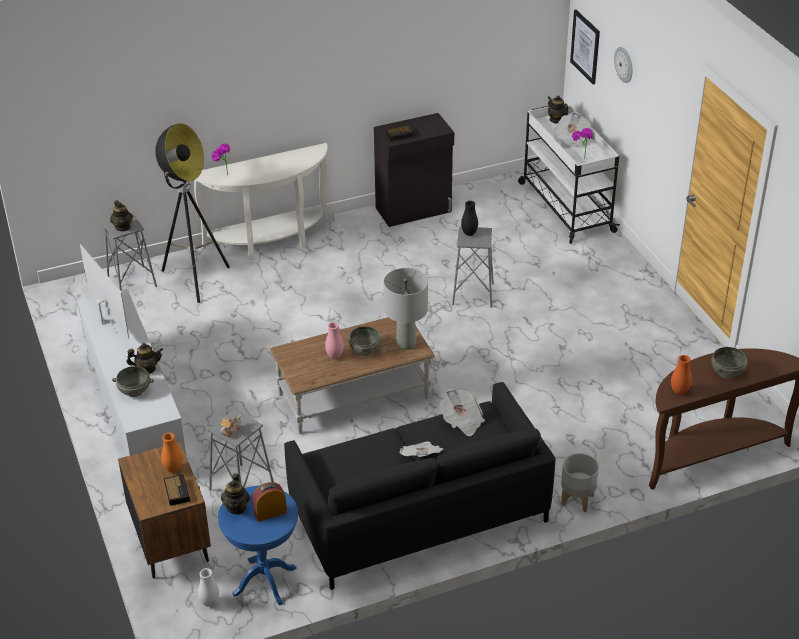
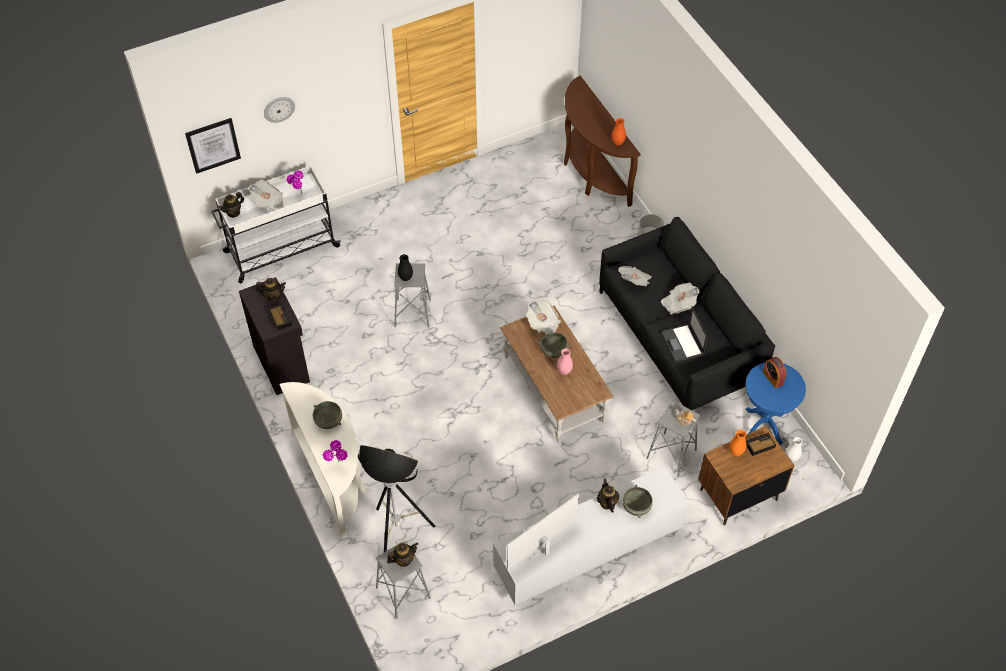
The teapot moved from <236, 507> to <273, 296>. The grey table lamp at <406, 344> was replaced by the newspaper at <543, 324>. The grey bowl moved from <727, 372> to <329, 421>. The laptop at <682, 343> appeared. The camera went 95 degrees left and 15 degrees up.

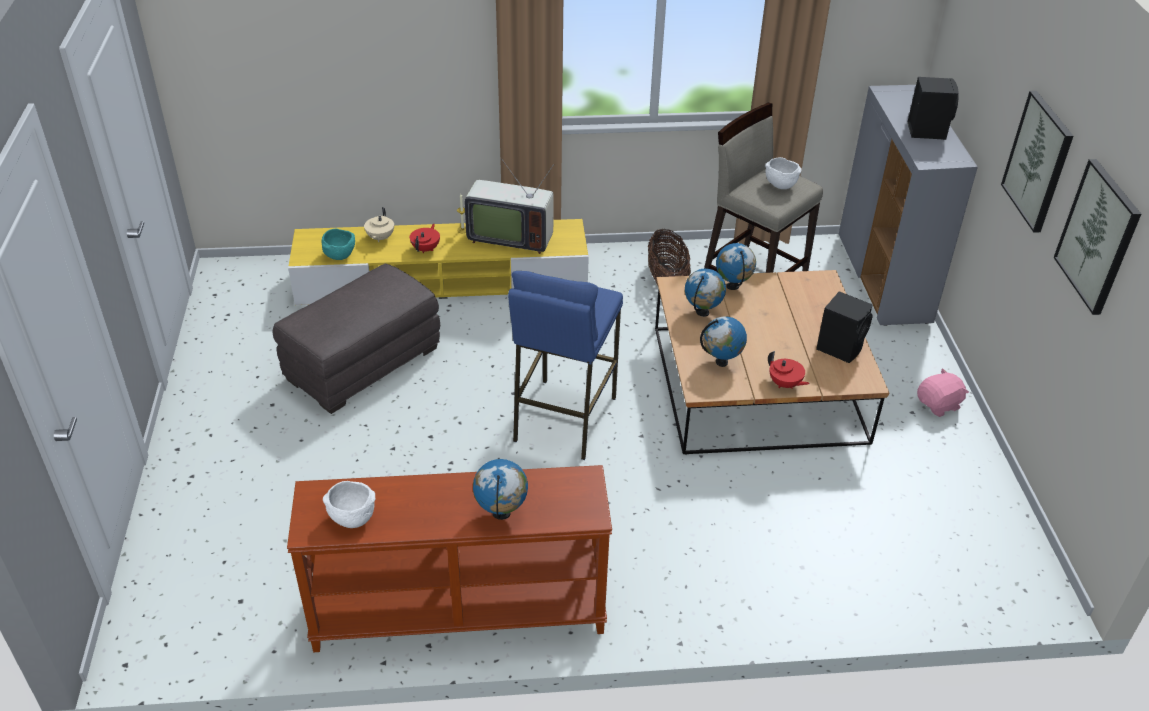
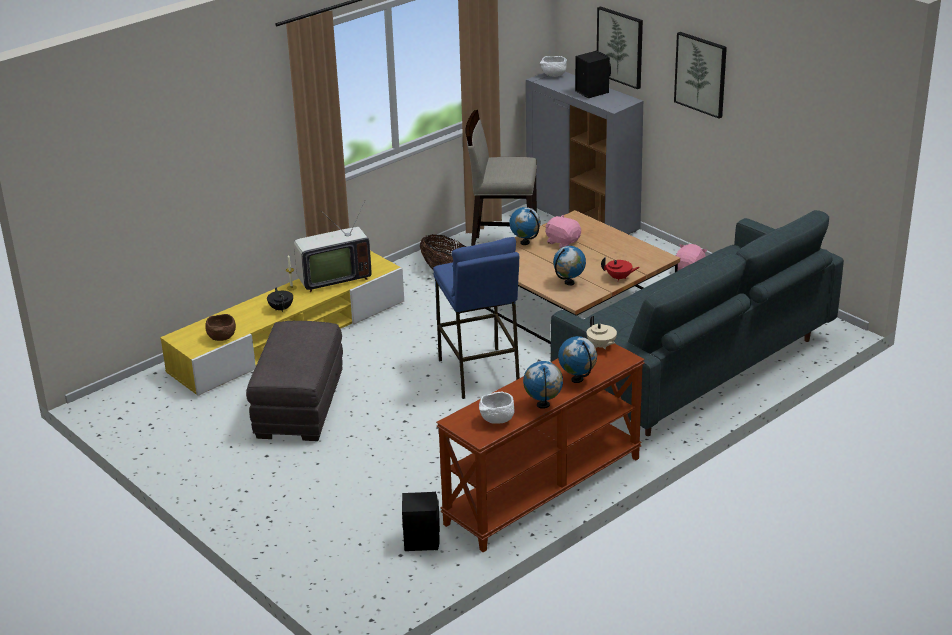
The turquoise bowl at <340, 255> became the brown bowl at <222, 337>. The beige teapot moved from <380, 238> to <601, 346>. The red teapot at <426, 249> became the black teapot at <281, 308>. The globe moved from <702, 313> to <543, 405>. The white bowl moved from <779, 185> to <553, 75>. The black speaker moved from <840, 347> to <421, 540>. The picture moved from <1098, 237> to <620, 47>. The pink plush toy at <562, 242> appeared. The grey sofa at <696, 367> appeared. The camera went 35 degrees left and 10 degrees down.

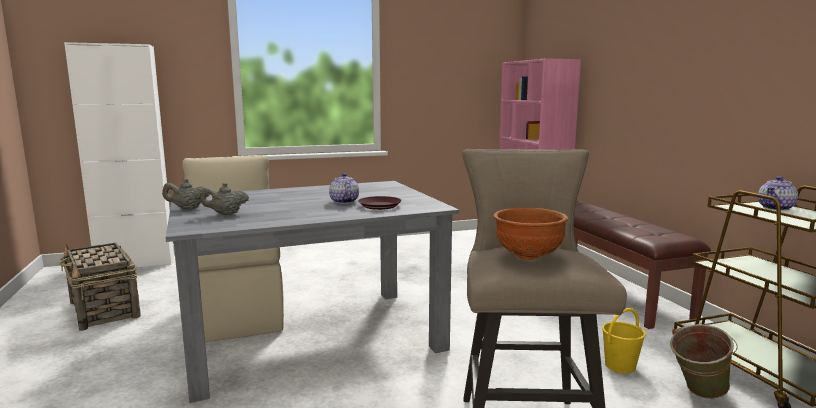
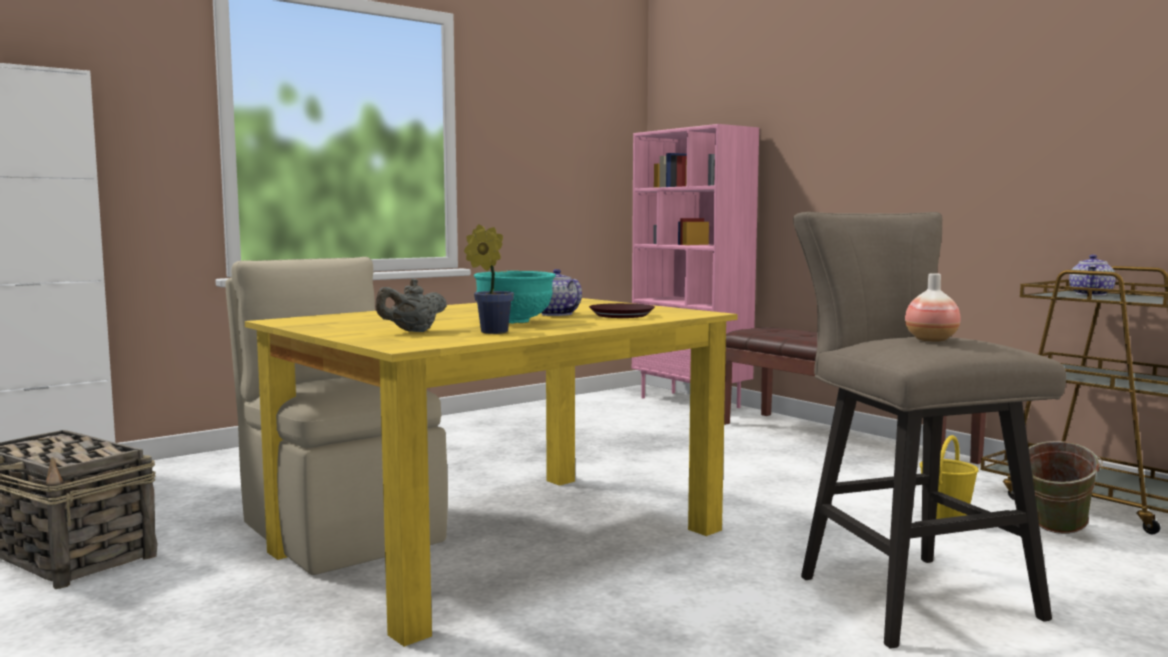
The grey teapot at <187, 209> disappeared. The grey dining table at <311, 337> became the yellow dining table at <501, 542>. The brown bowl at <527, 256> was replaced by the vase at <931, 340>. The potted plant at <490, 332> appeared. The turquoise bowl at <515, 322> appeared. The camera went 20 degrees left and 5 degrees down.

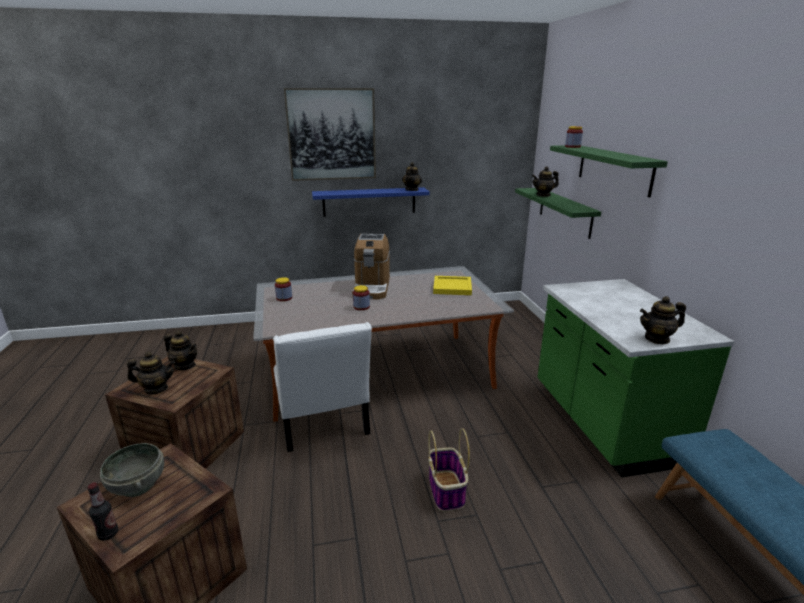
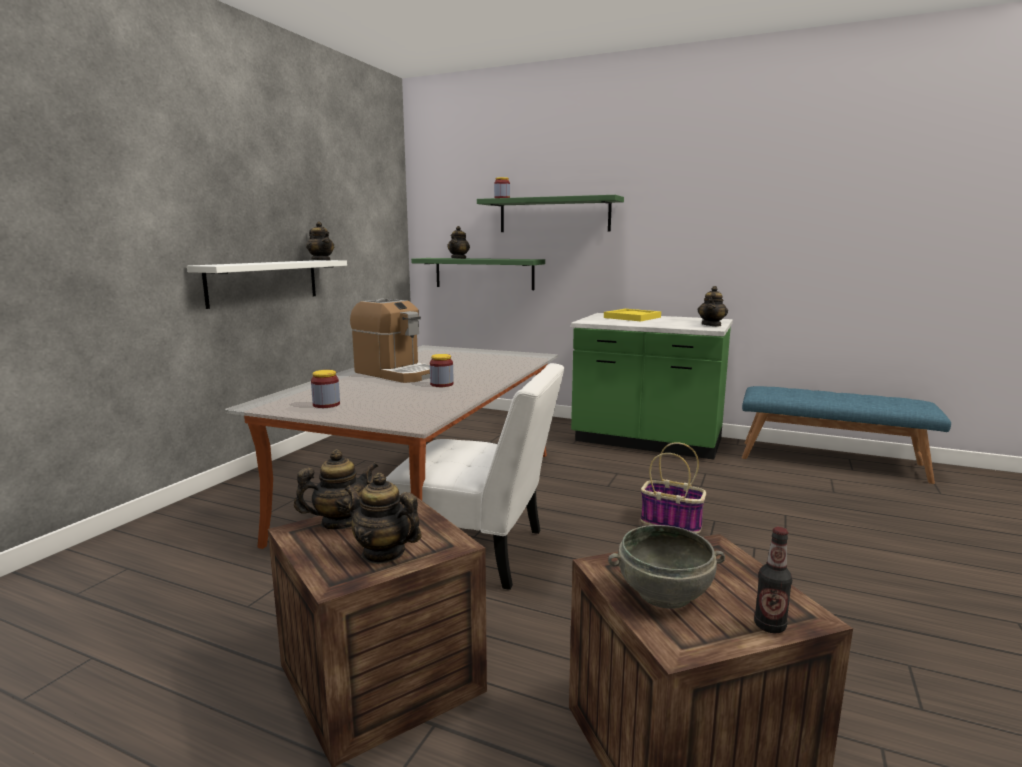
The teapot at <156, 389> turned 90 degrees counterclockwise. The picture at <331, 135> disappeared. The blue shelf at <369, 202> became the white shelf at <264, 282>. The yellow tray moved from <451, 287> to <632, 317>. The camera went 55 degrees left and 10 degrees down.

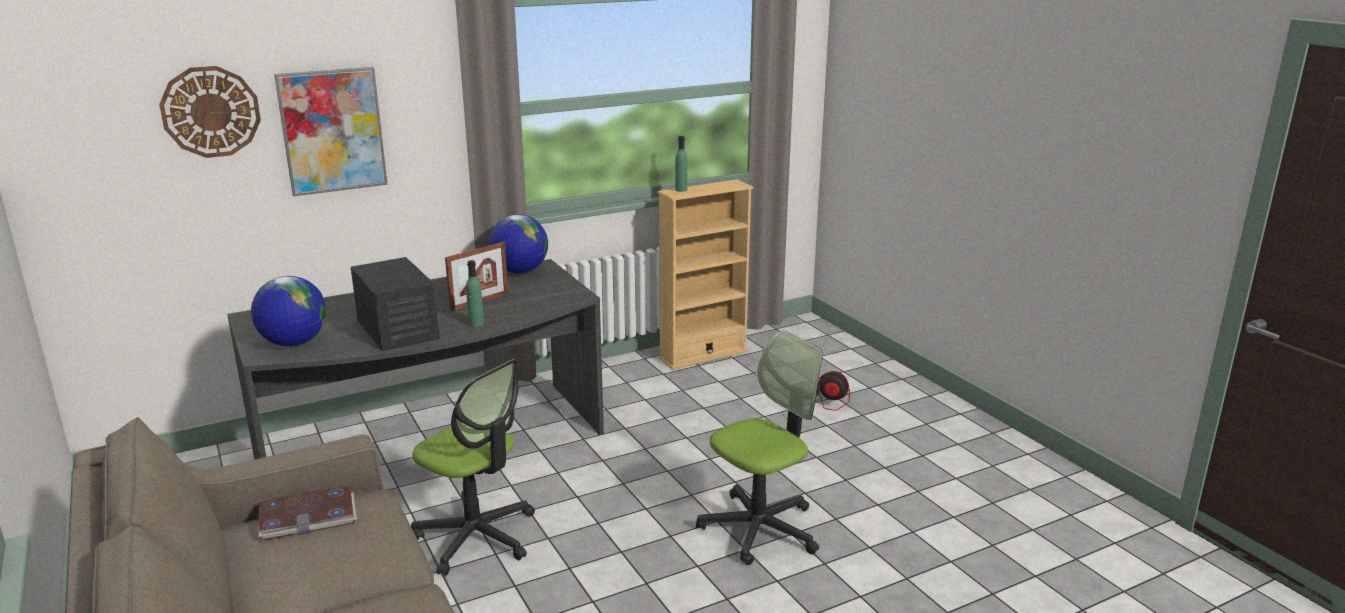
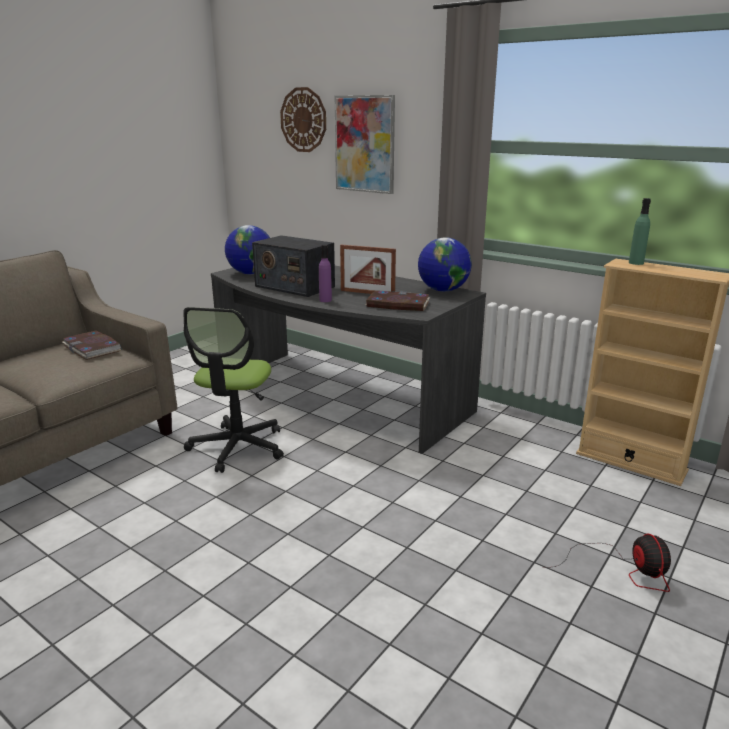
The radio at <398, 329> turned 90 degrees clockwise. The green bottle at <476, 324> became the purple bottle at <325, 300>. The office chair at <760, 528> disappeared. The book at <397, 304> appeared. The camera went 65 degrees right and 0 degrees up.

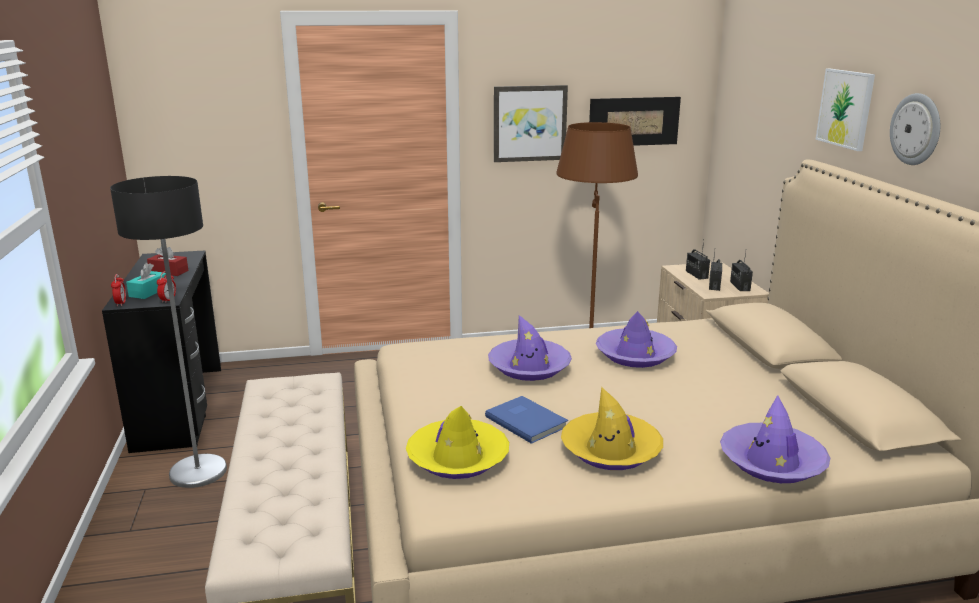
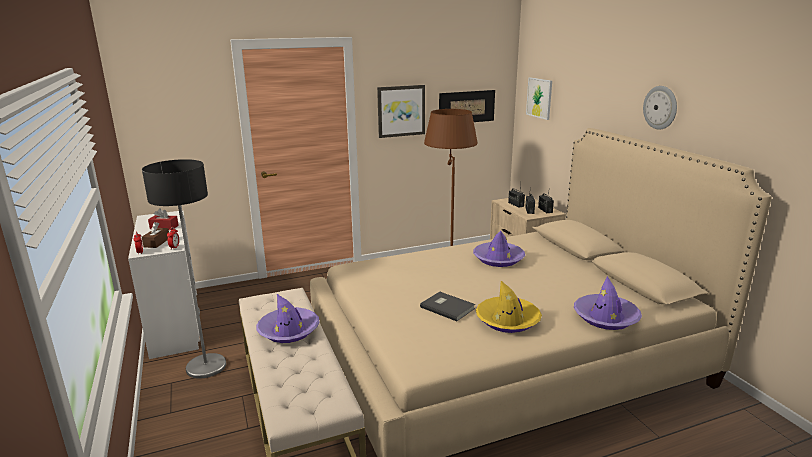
The black desk at <178, 407> became the white desk at <175, 323>. The turquoise tissue box at <149, 292> became the brown tissue box at <157, 242>. The yellow hat at <457, 458> disappeared. The blue book at <526, 420> became the grey book at <447, 307>. The purple hat moved from <529, 367> to <289, 330>. The picture moved from <845, 108> to <539, 98>. The camera went 10 degrees left and 0 degrees up.

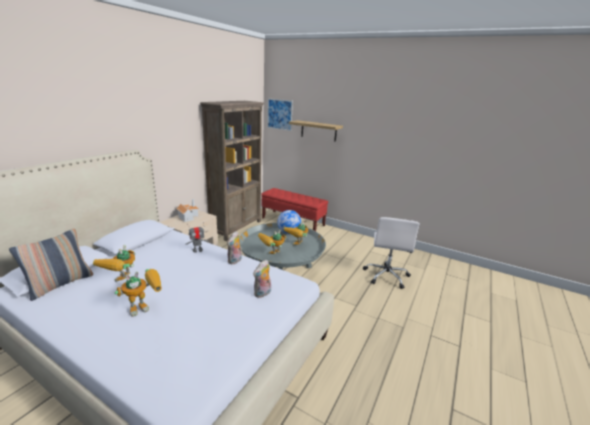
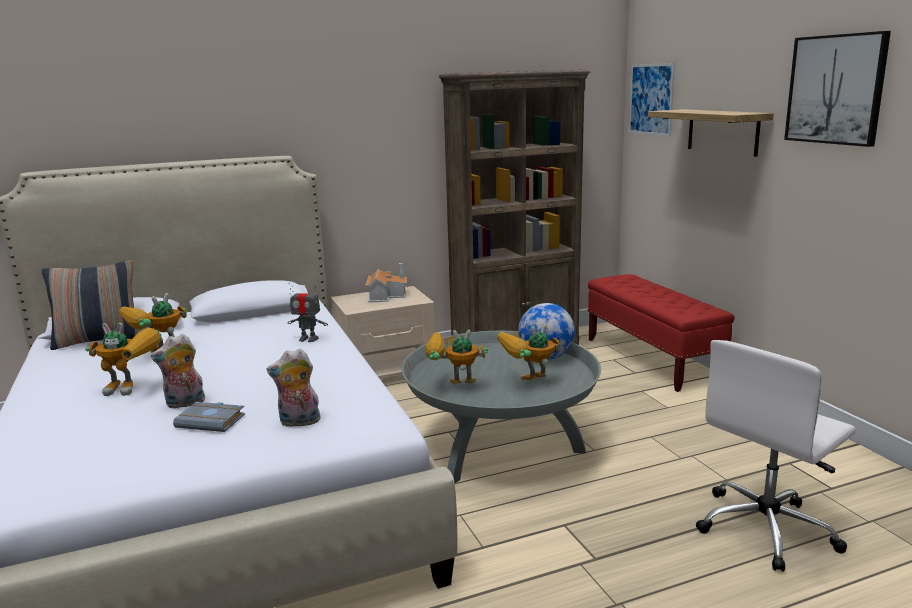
The plush toy moved from <235, 261> to <185, 404>. The grey book at <212, 421> appeared. The picture at <835, 89> appeared. The camera went 40 degrees right and 5 degrees down.

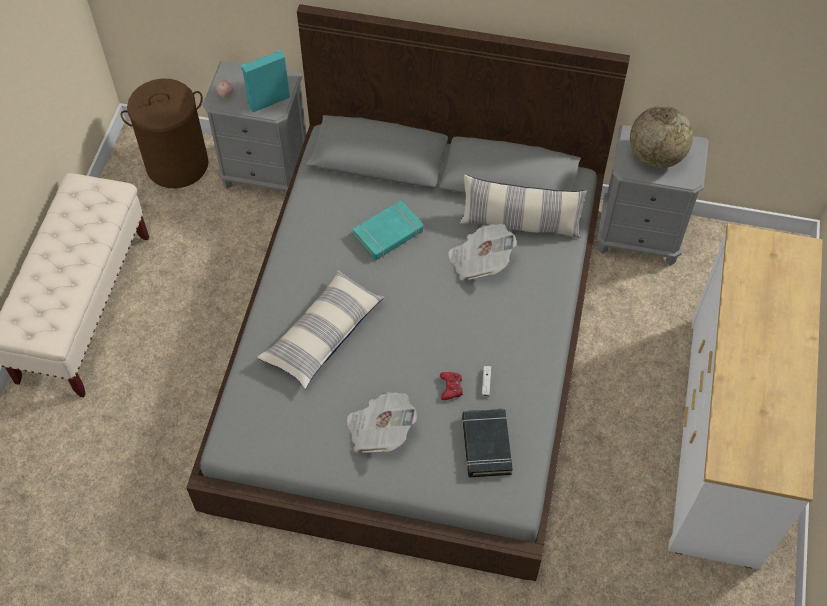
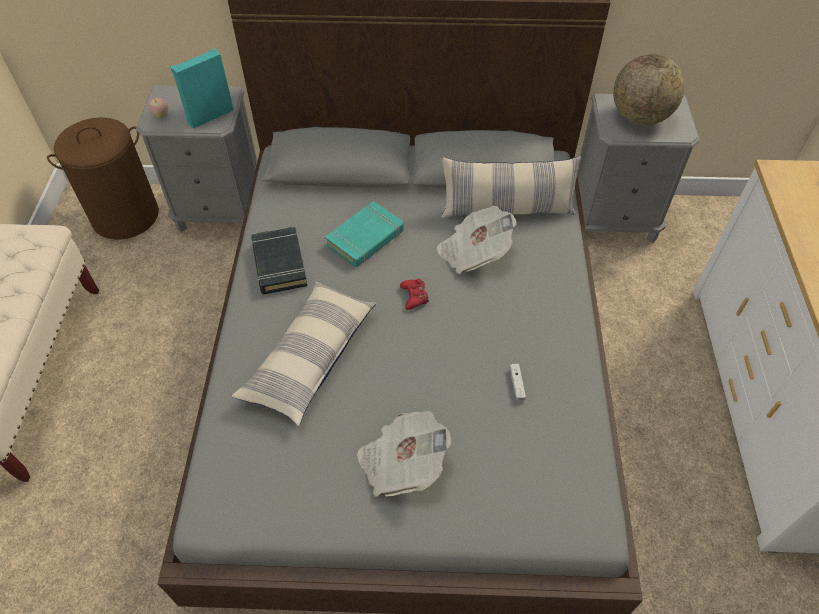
The red game controller moved from <451, 387> to <414, 296>. The black book moved from <486, 445> to <279, 264>. The camera went 10 degrees left and 5 degrees down.

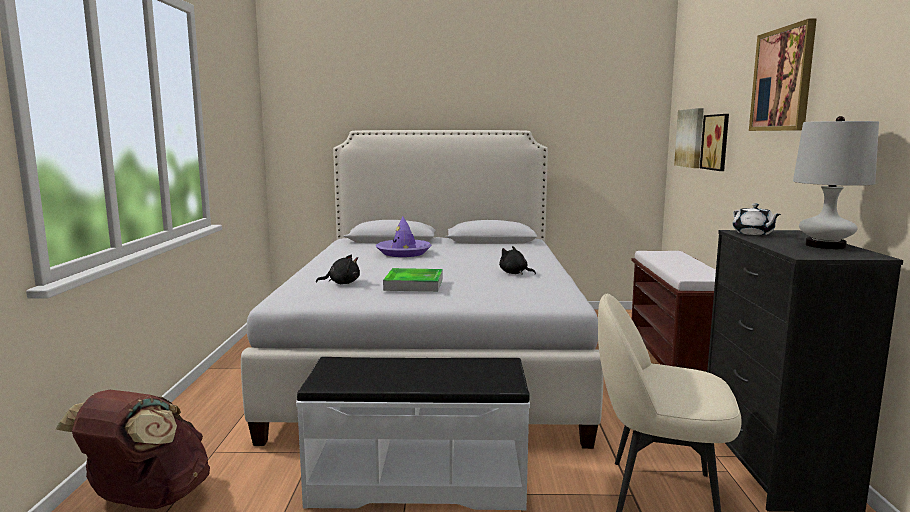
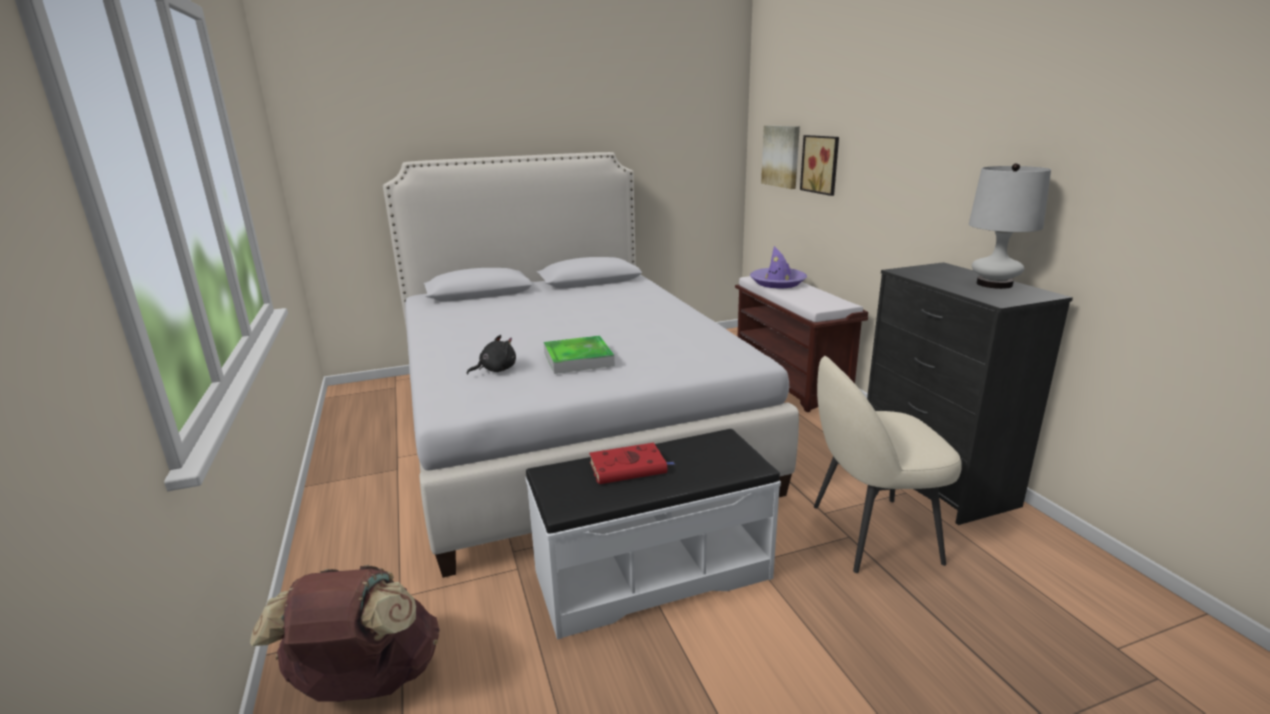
The purple hat moved from <404, 253> to <778, 283>. The black plush toy at <514, 273> disappeared. The white teapot at <753, 233> disappeared. The picture at <783, 80> disappeared. The red book at <630, 468> appeared. The camera went 20 degrees left and 10 degrees up.

